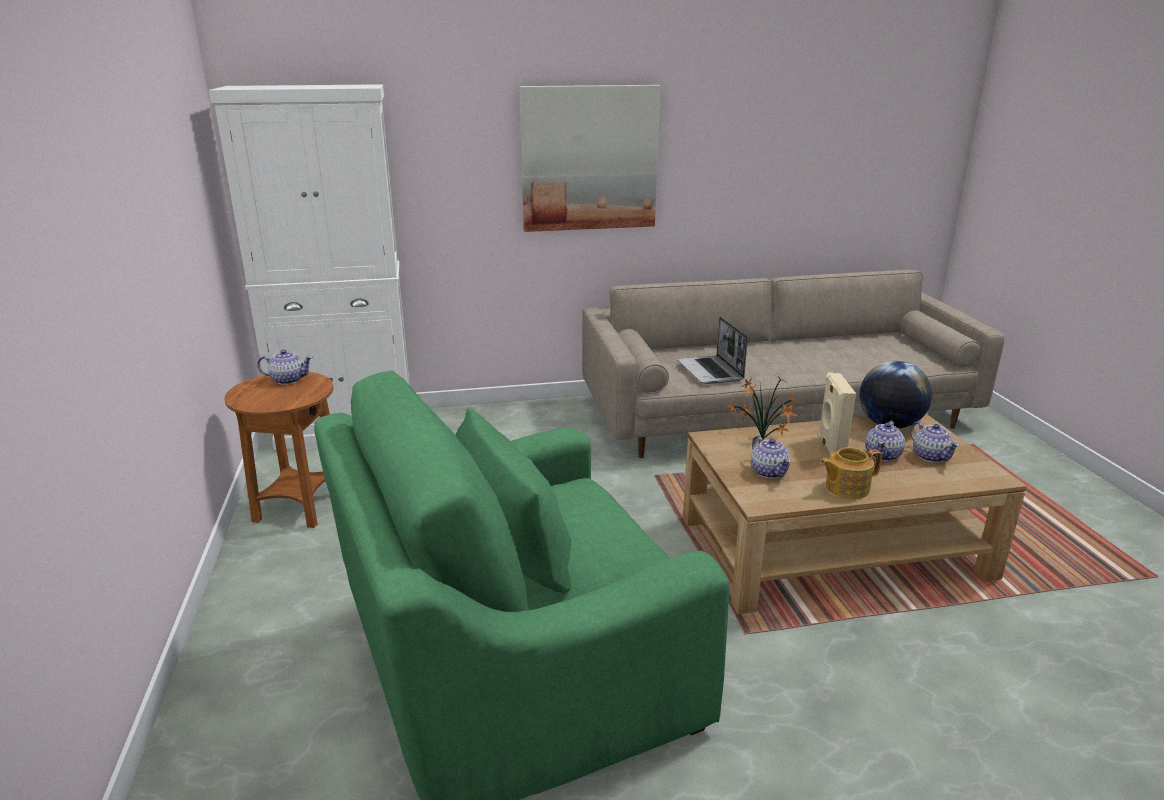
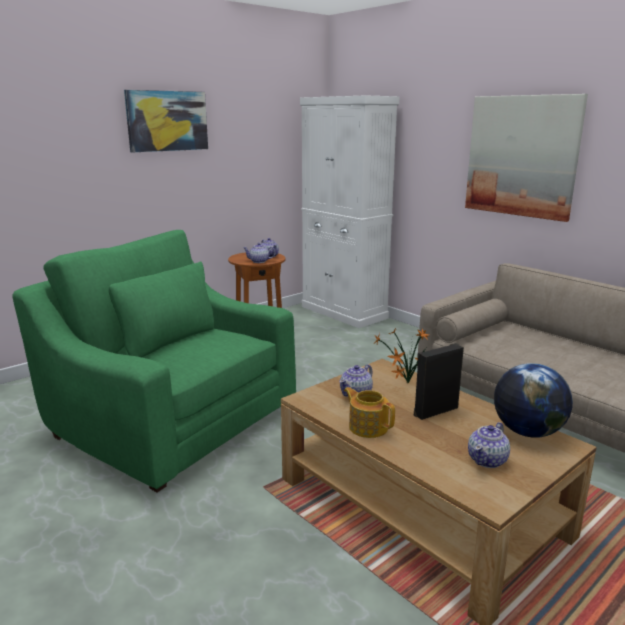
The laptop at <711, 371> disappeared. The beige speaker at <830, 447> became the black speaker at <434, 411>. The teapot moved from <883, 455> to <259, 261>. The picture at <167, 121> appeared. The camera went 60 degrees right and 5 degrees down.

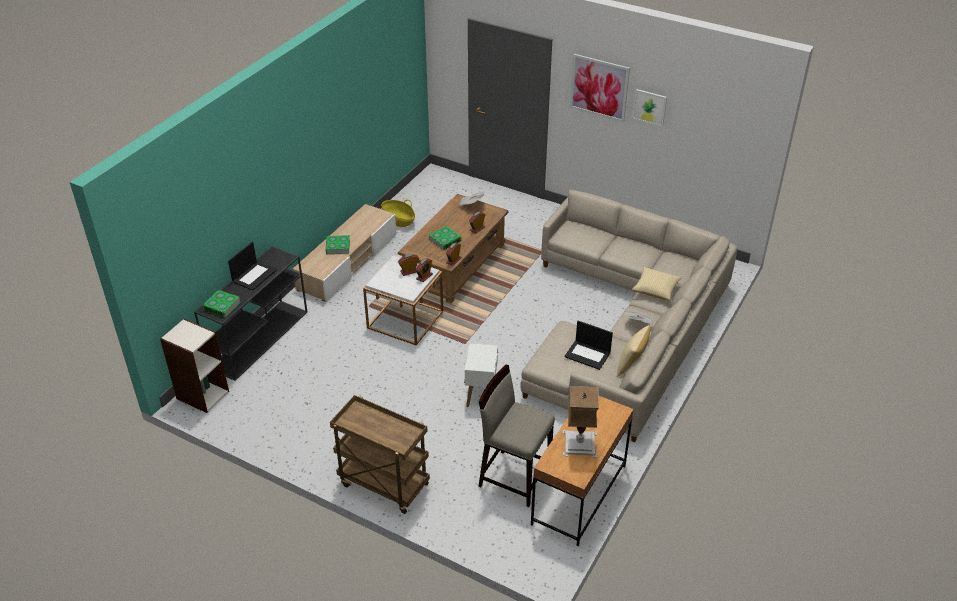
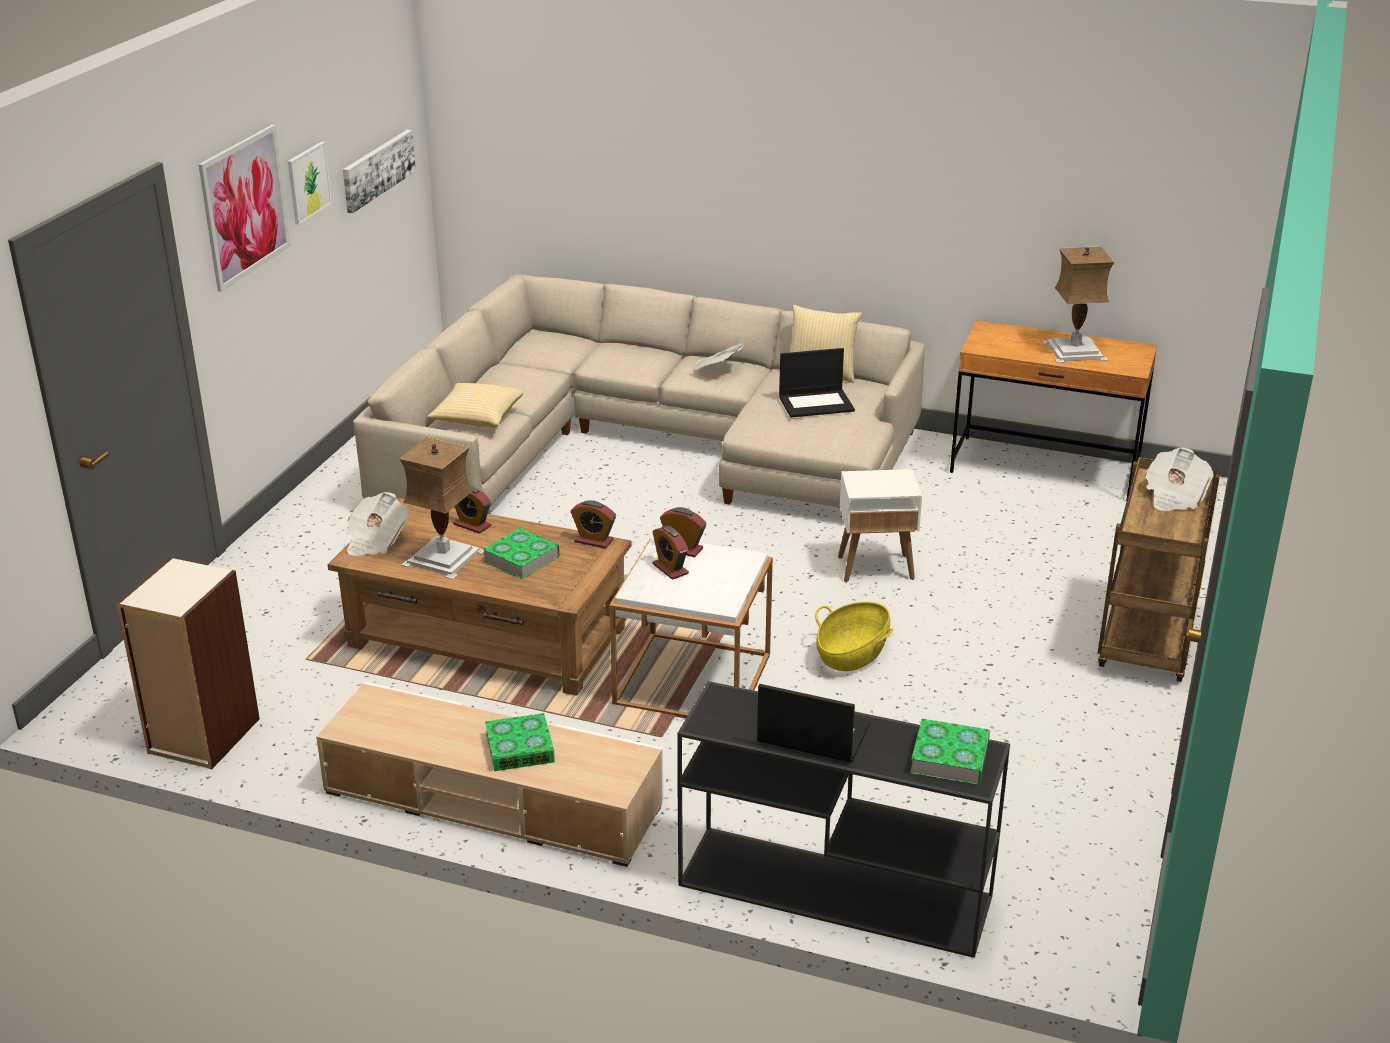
The bookcase moved from <202, 394> to <203, 736>. The basket moved from <398, 220> to <852, 654>. The beige stool at <514, 477> disappeared. The laptop at <588, 354> turned 60 degrees clockwise. The pillow moved from <655, 289> to <477, 418>. The picture at <377, 170> appeared. The table lamp at <441, 558> appeared. The newspaper at <1174, 497> appeared. The camera went 100 degrees left and 10 degrees down.

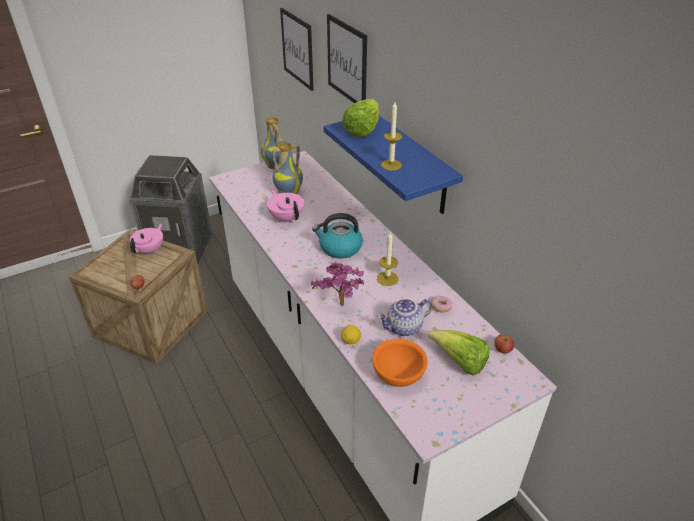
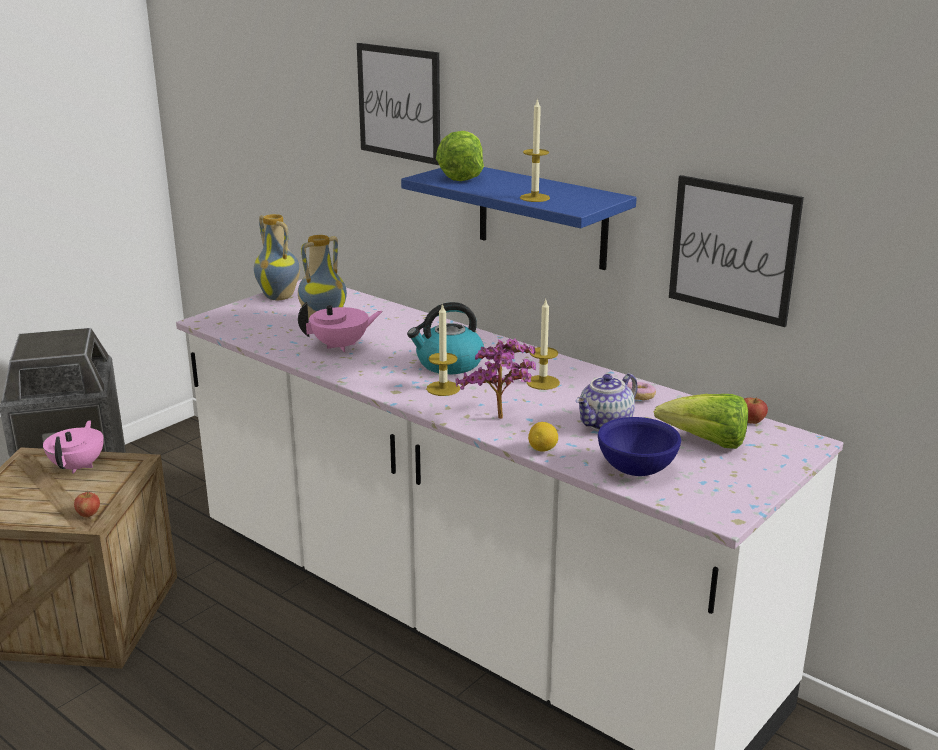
The pink teapot at <286, 218> turned 120 degrees clockwise. The picture moved from <297, 49> to <733, 249>. The orange bowl at <398, 375> became the blue bowl at <636, 469>. The candle at <443, 388> appeared. The camera went 20 degrees left and 15 degrees down.

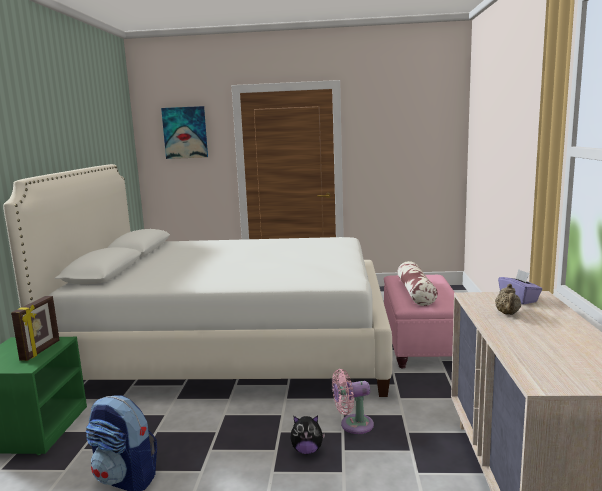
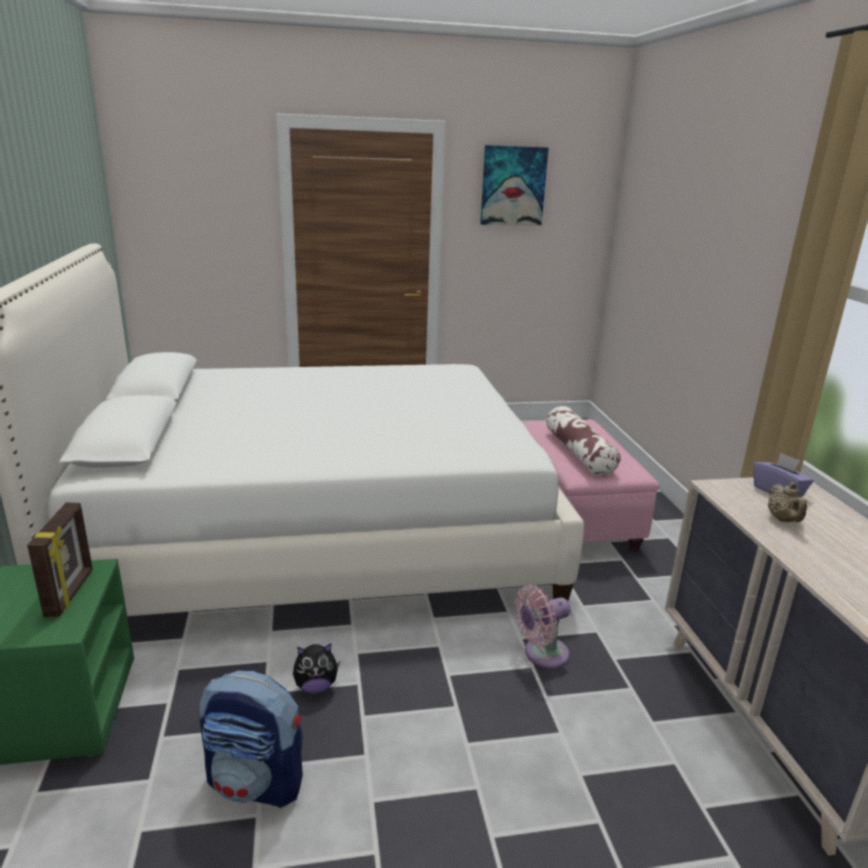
The picture moved from <185, 132> to <513, 186>. The plush toy moved from <307, 450> to <316, 686>. The camera went 15 degrees left and 10 degrees up.

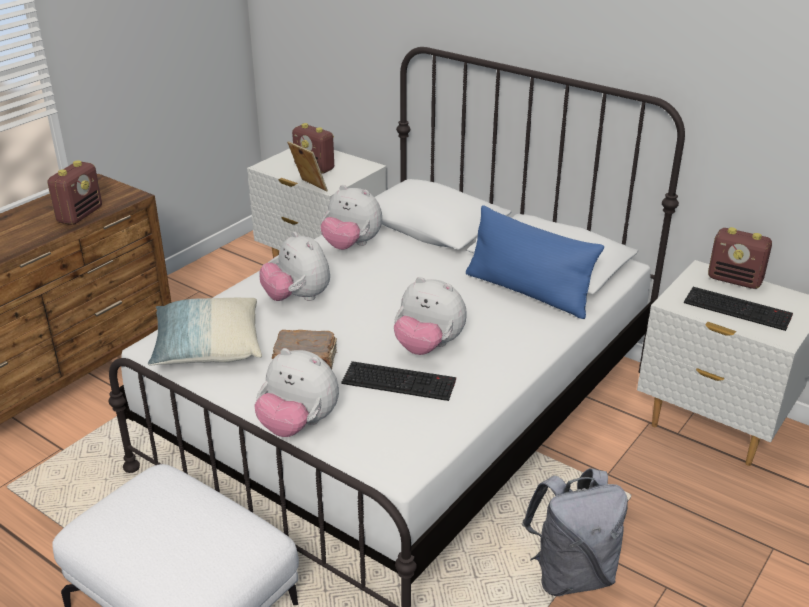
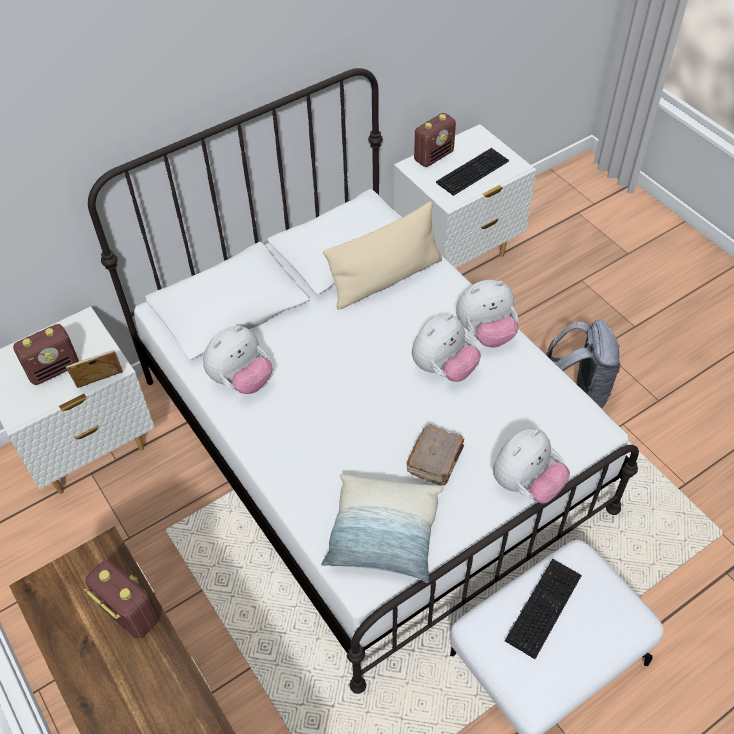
The plush toy moved from <297, 298> to <485, 333>. The keyboard moved from <400, 381> to <542, 606>. The blue pillow at <527, 292> became the beige pillow at <386, 279>. The camera went 70 degrees left and 20 degrees up.

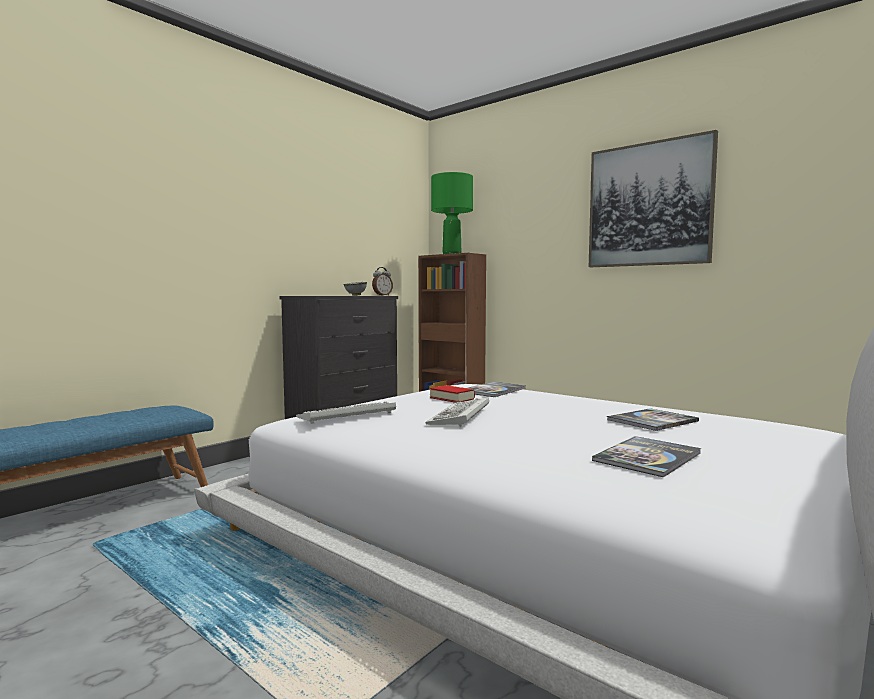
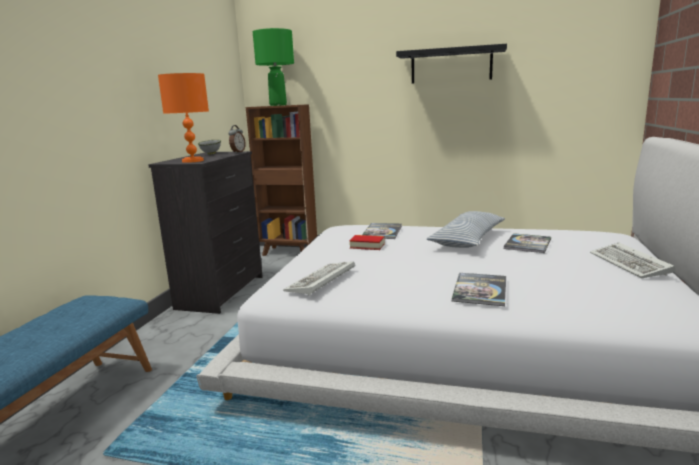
The keyboard moved from <460, 416> to <631, 264>. The picture at <649, 204> was replaced by the black shelf at <451, 66>. The book moved from <647, 457> to <480, 290>. The orange table lamp at <192, 161> appeared. The pillow at <467, 239> appeared. The camera went 25 degrees left and 10 degrees up.

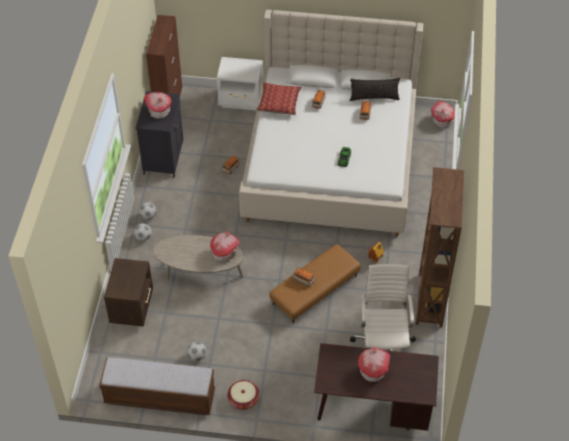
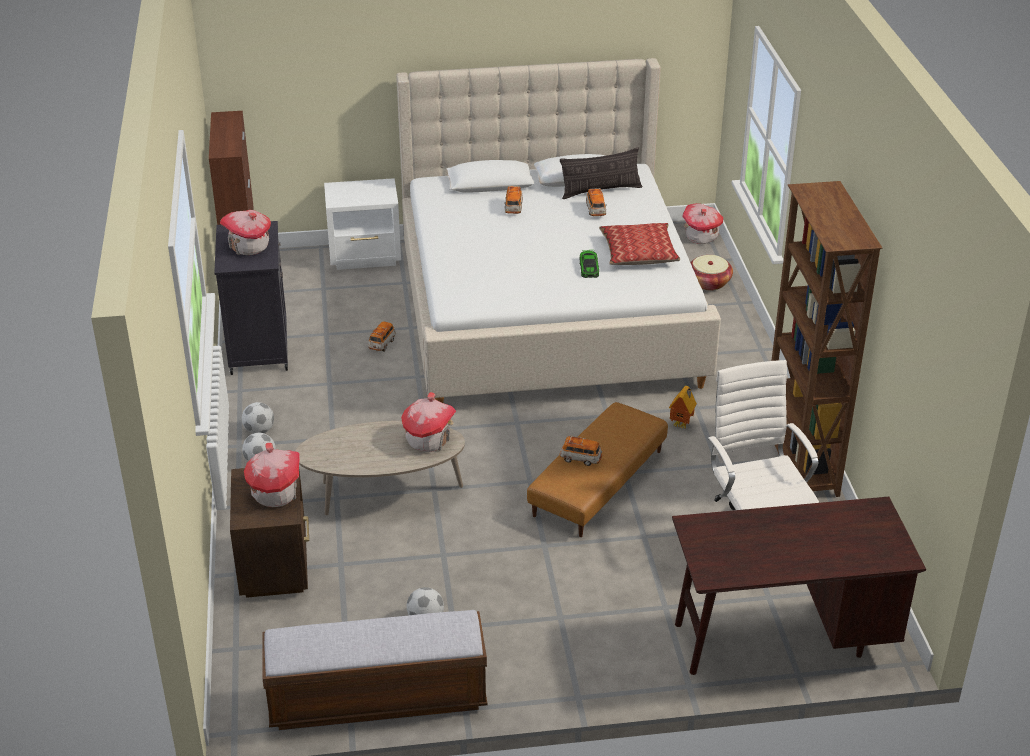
The basket moved from <243, 399> to <709, 282>. The pillow moved from <279, 102> to <638, 252>. The toy house moved from <373, 371> to <275, 493>. The camera went 15 degrees left and 15 degrees down.

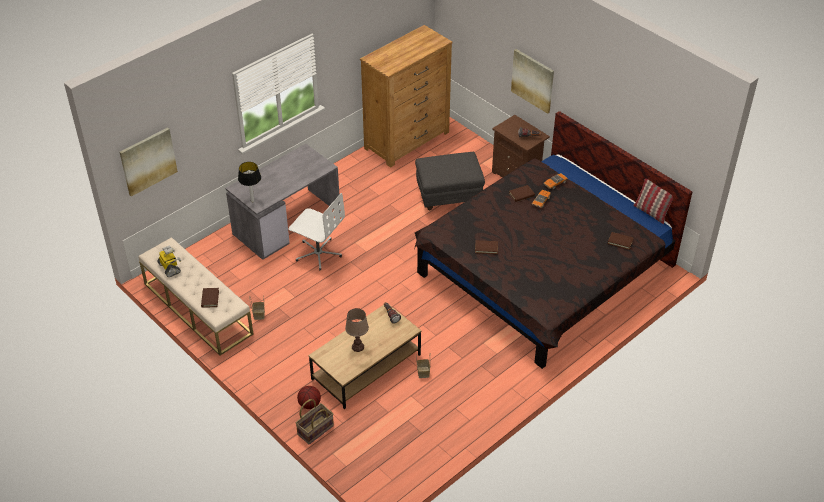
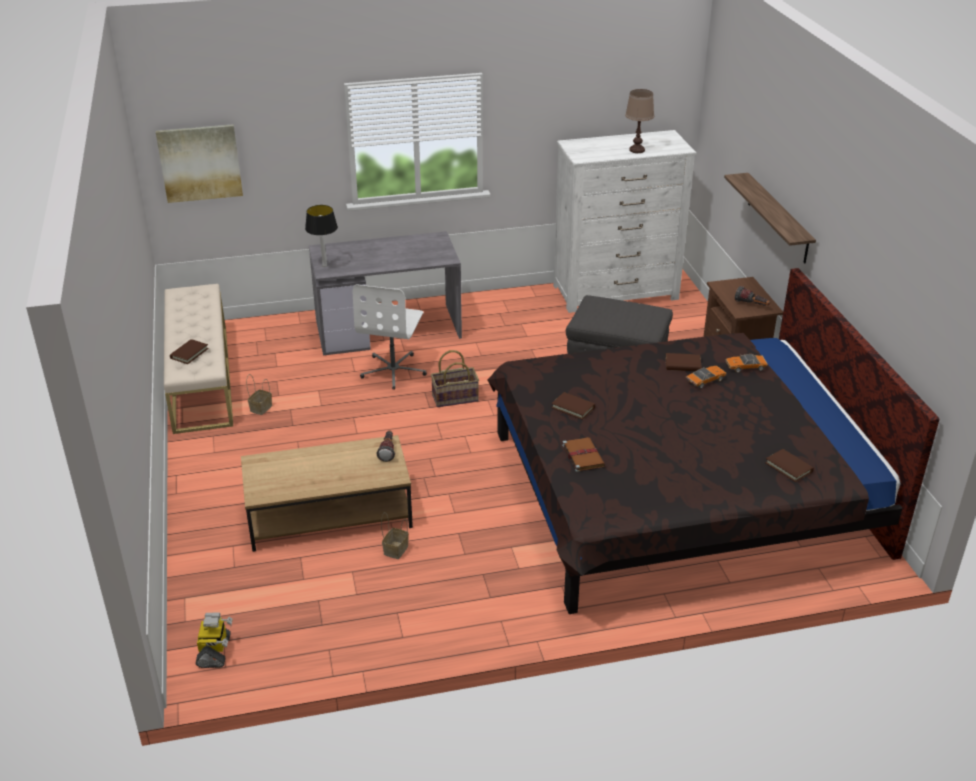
The toy robot moved from <170, 268> to <215, 651>. The white office chair at <318, 253> turned 45 degrees clockwise. The basket moved from <315, 429> to <455, 397>. The basketball at <309, 404> disappeared. The brown table lamp moved from <358, 347> to <637, 150>. The brown dresser at <407, 140> became the white dresser at <616, 292>. The picture at <533, 80> was replaced by the shelf at <778, 218>. The pillow at <651, 212> disappeared. The brown book at <582, 455> appeared. The camera went 30 degrees right and 10 degrees down.

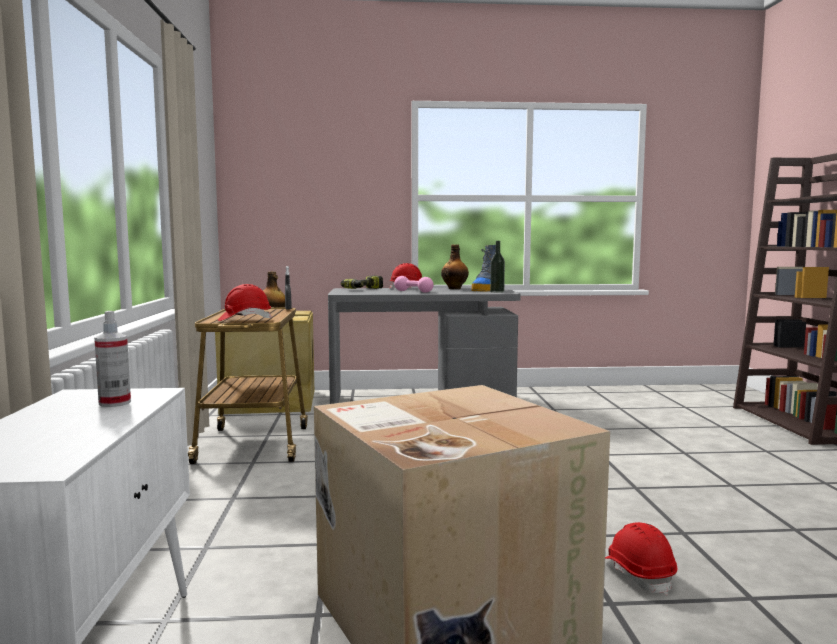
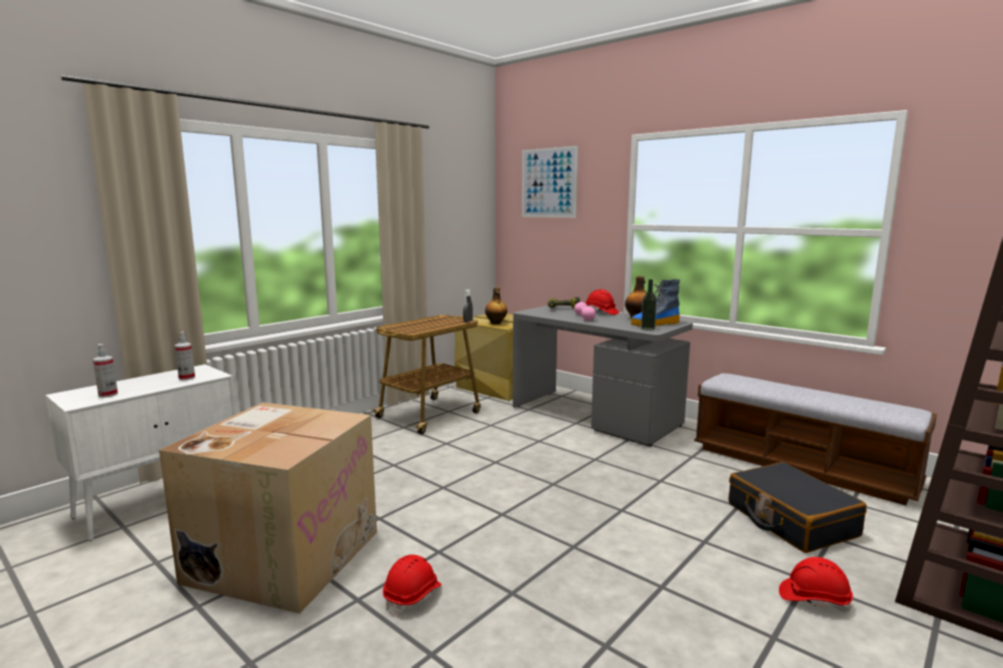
The red hard hat moved from <244, 319> to <814, 599>. The spray bottle at <108, 394> appeared. The picture at <548, 183> appeared. The bench at <801, 466> appeared. The black suitcase at <790, 520> appeared. The camera went 45 degrees right and 5 degrees up.

